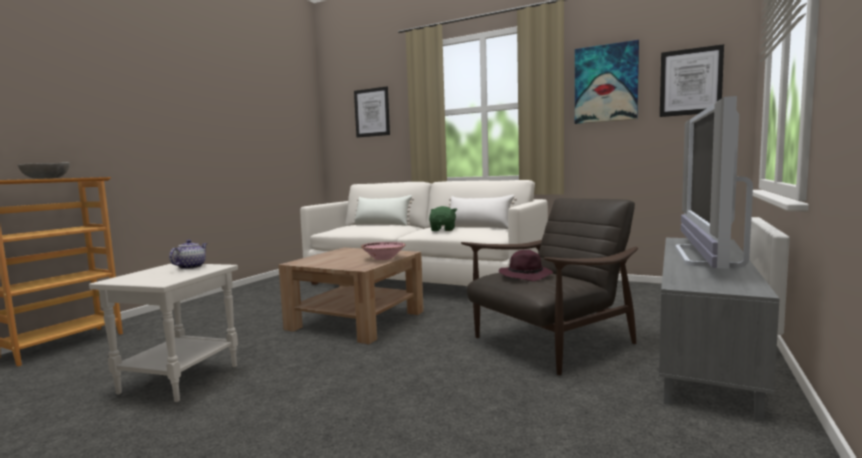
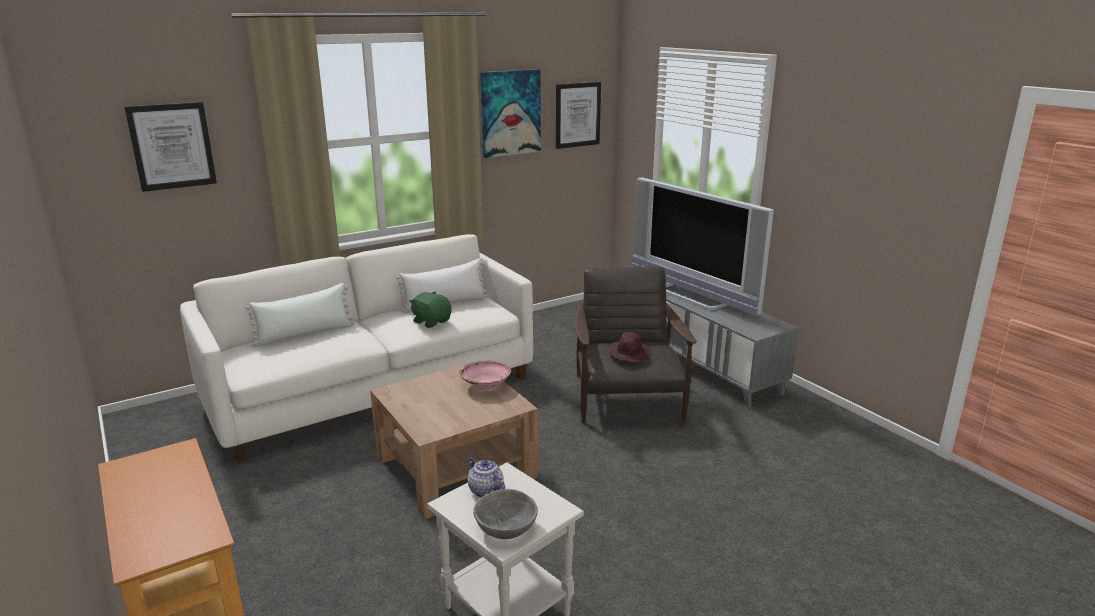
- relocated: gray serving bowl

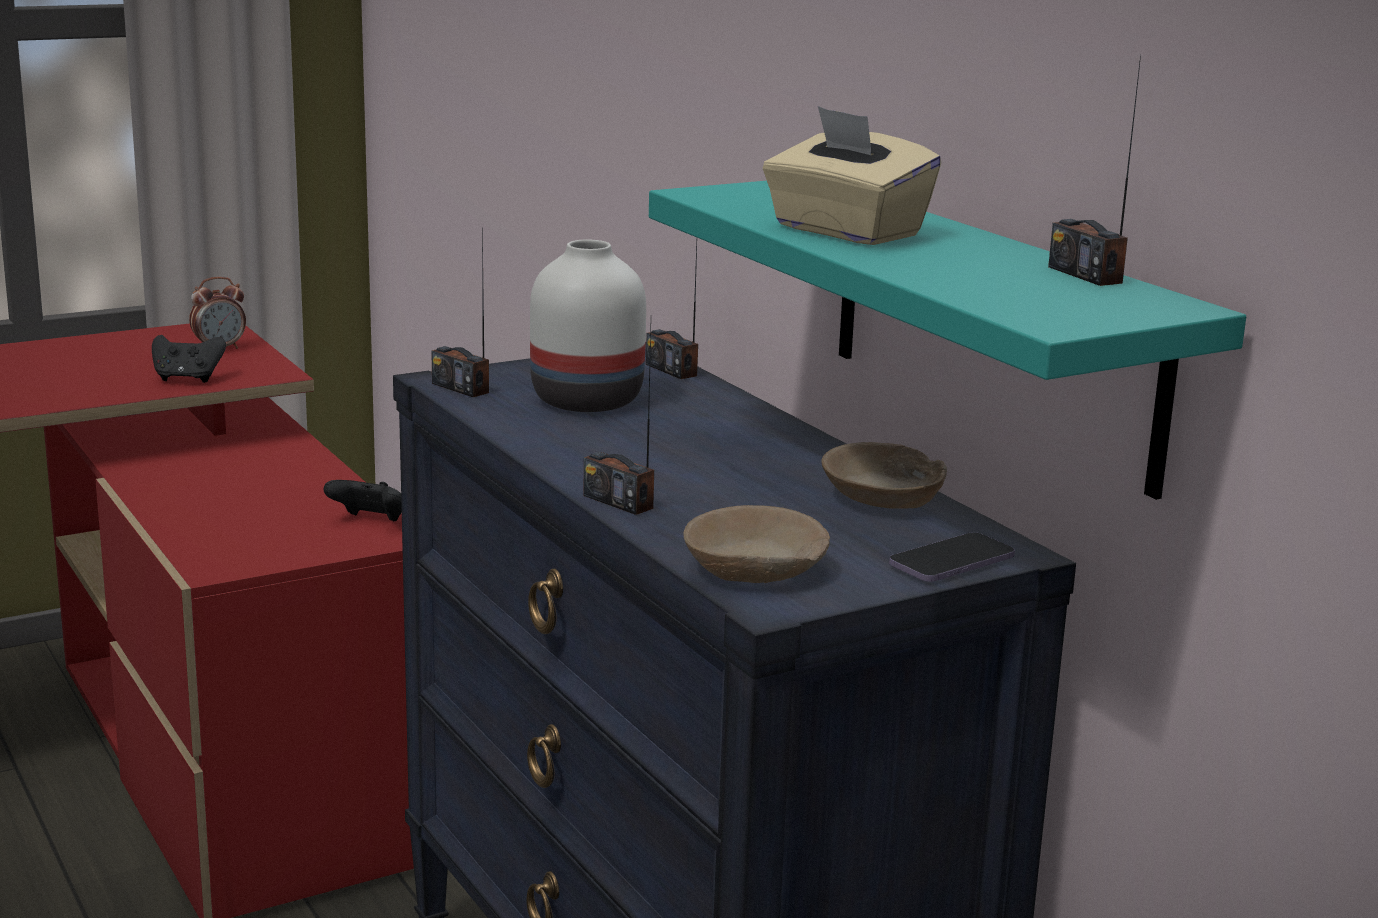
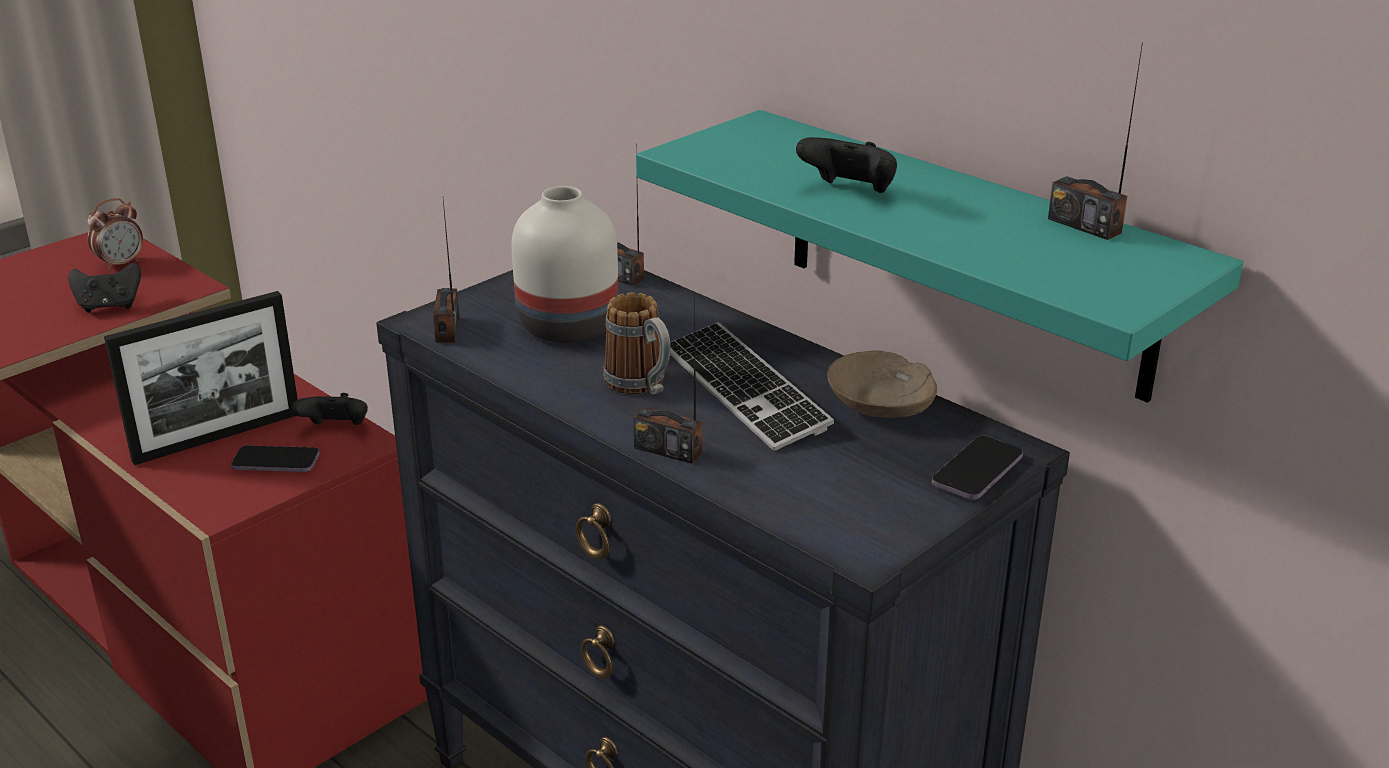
- appeared: picture frame
- appeared: handset (no. 1 from left)
- spun: radio set (no. 1 from left) 60 degrees clockwise
- appeared: mug
- appeared: keyboard
- exchanged: sand-coloured tissue holder to black-coloured joypad (no. 3 from left)
- missing: sand-coloured serving bowl (no. 1 from left)

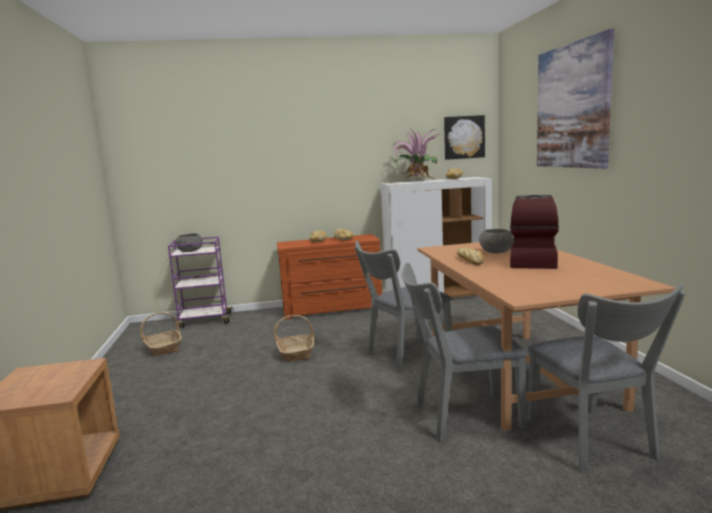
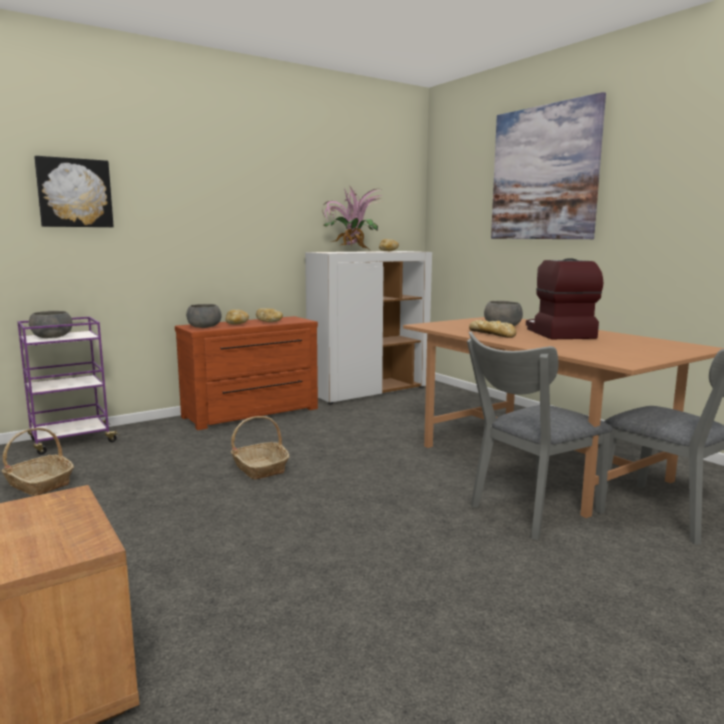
- relocated: wall art (no. 1 from left)
- appeared: gray serving bowl (no. 2 from left)
- missing: gray upright chair (no. 1 from left)

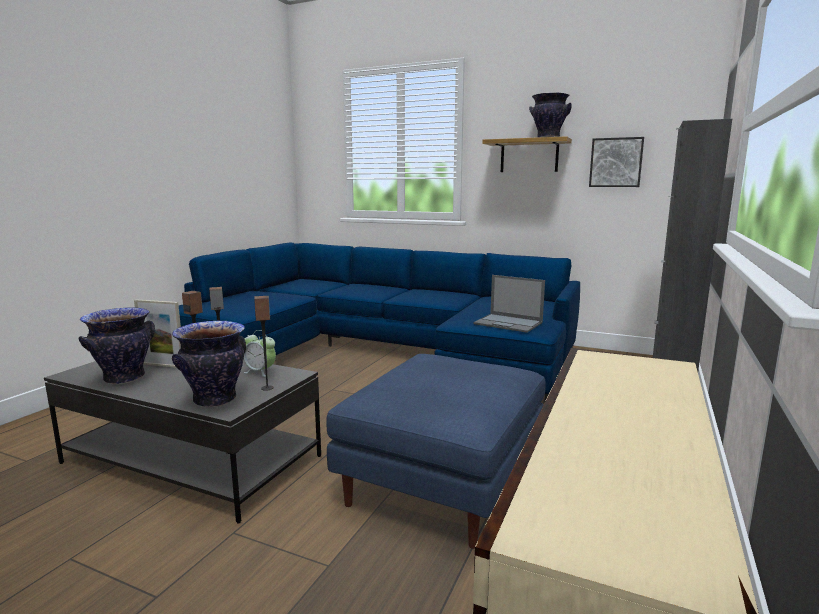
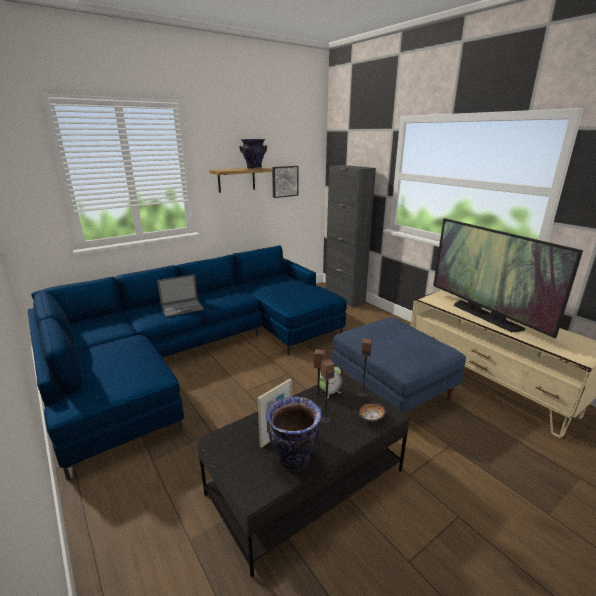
- relocated: laptop
- exchanged: flower vase (no. 2 from left) to serving bowl
- appeared: TV

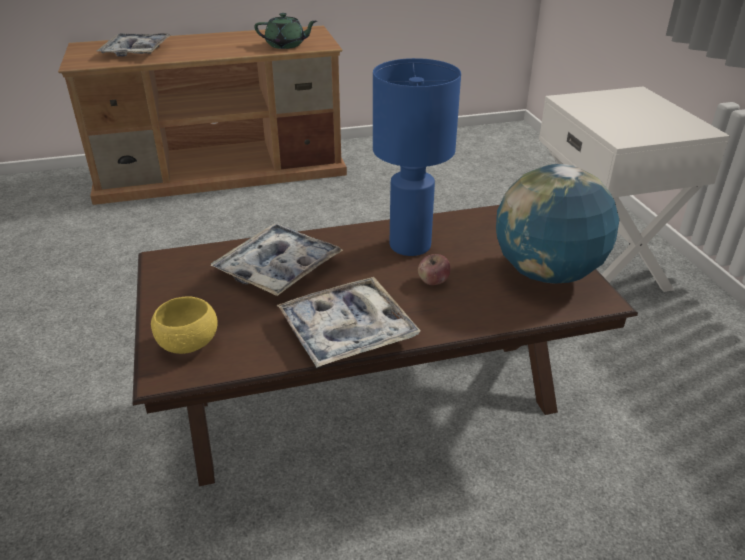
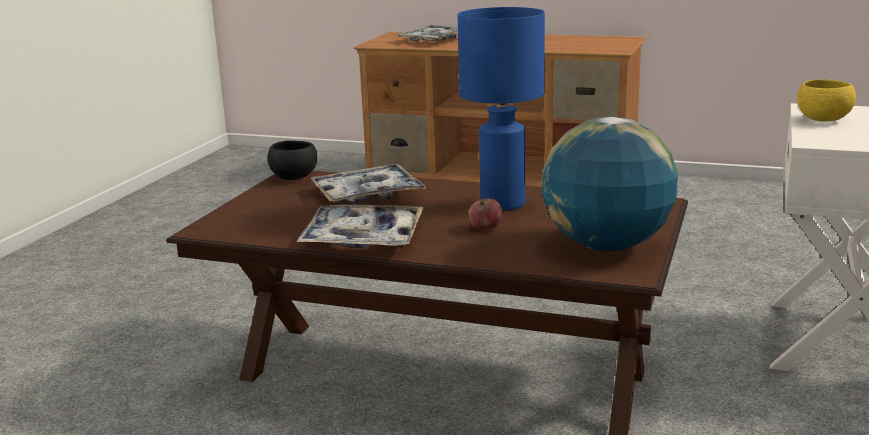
- appeared: black-coloured serving bowl
- relocated: yellowish serving bowl
- missing: greenish pot for tea

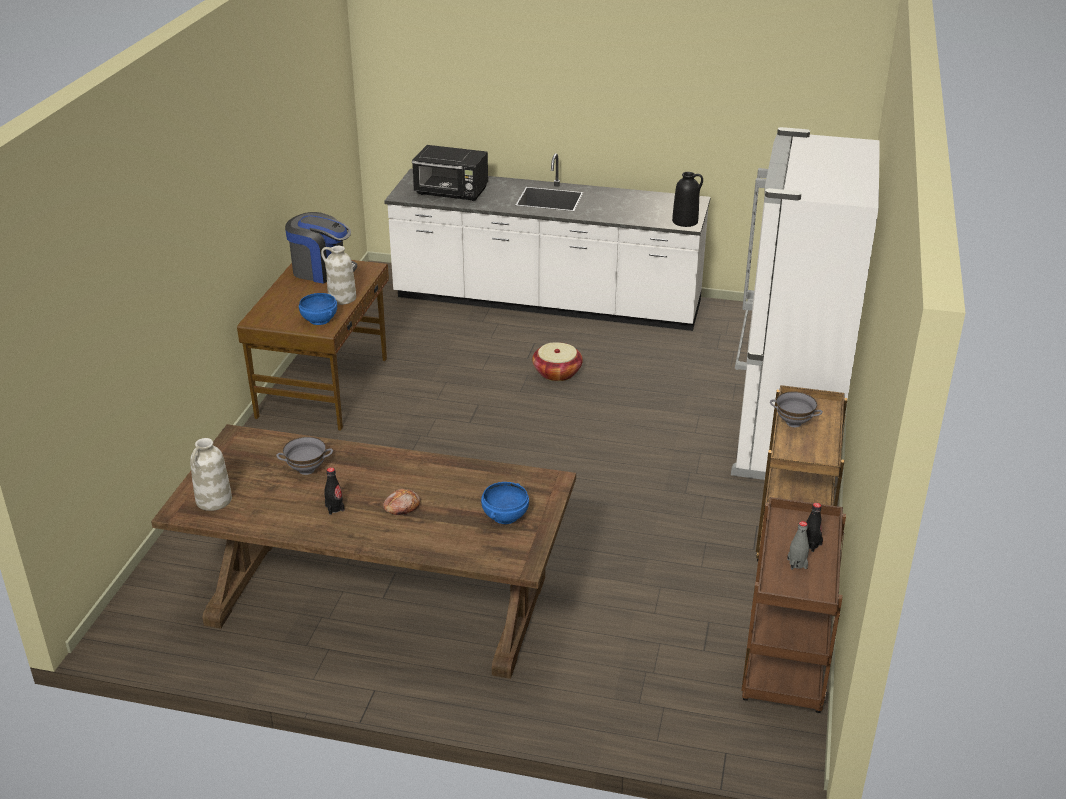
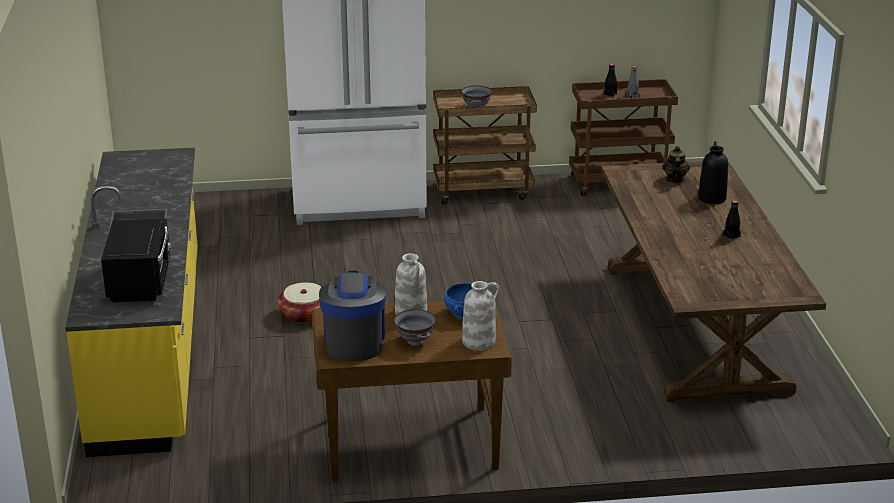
- colour: white counter to yellowish counter
- relocated: gray serving bowl (no. 1 from left)
- relocated: white flower vase (no. 1 from left in the first image) to white flower vase (no. 2 from left)
- exchanged: bluish serving bowl (no. 2 from left) to pot for tea
- relocated: black-coloured flower vase
- missing: bread

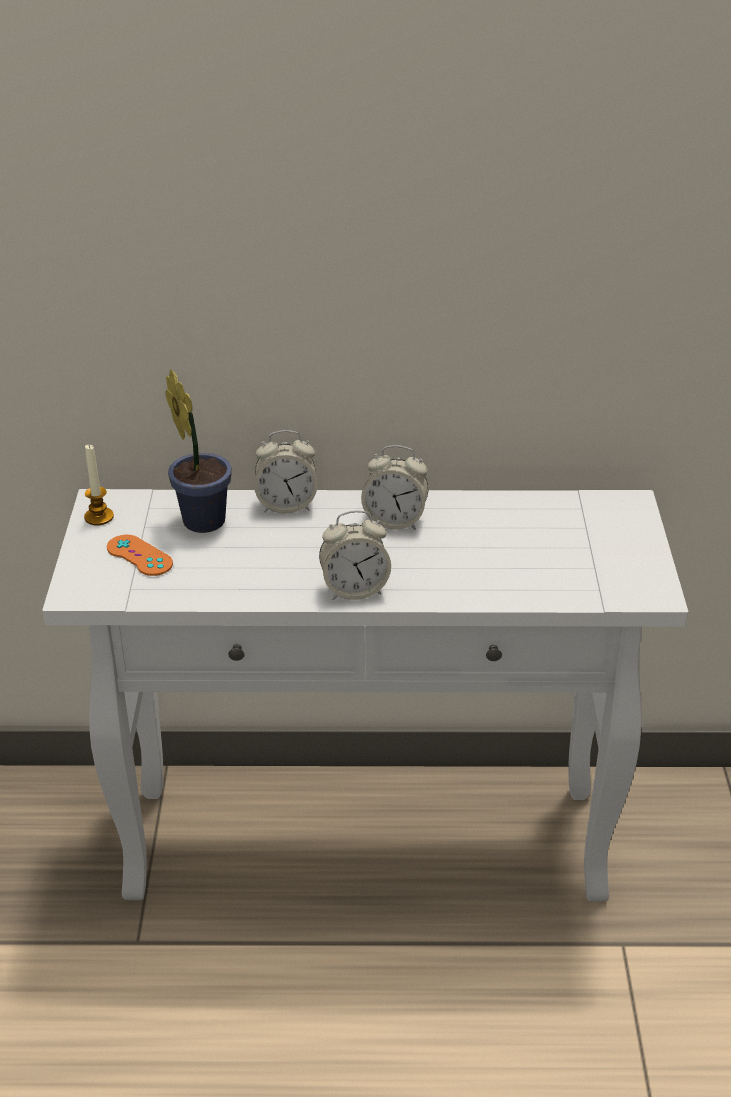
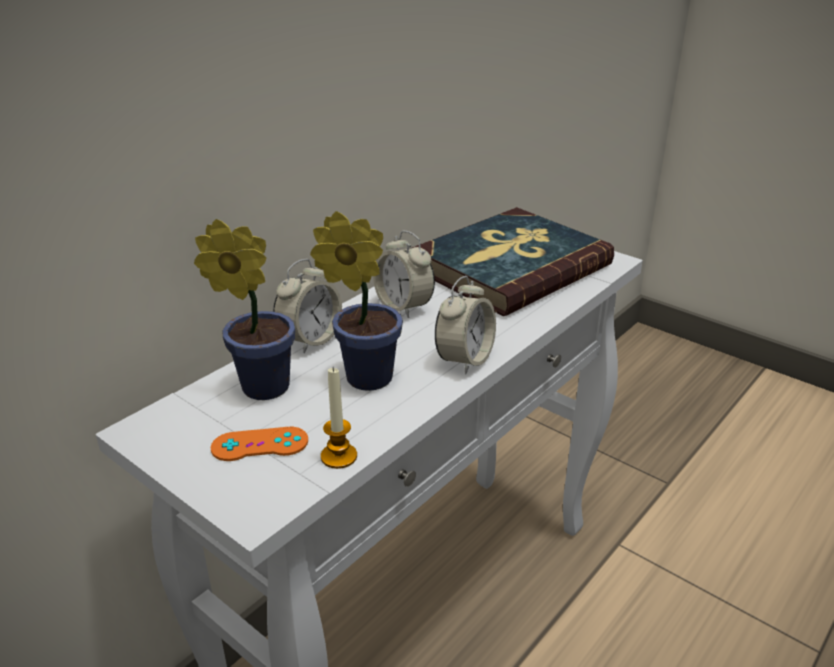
- appeared: plant in a pot (no. 2 from left)
- relocated: wax light
- spun: alarm clock (no. 3 from left in the first image) 90 degrees clockwise
- appeared: volume

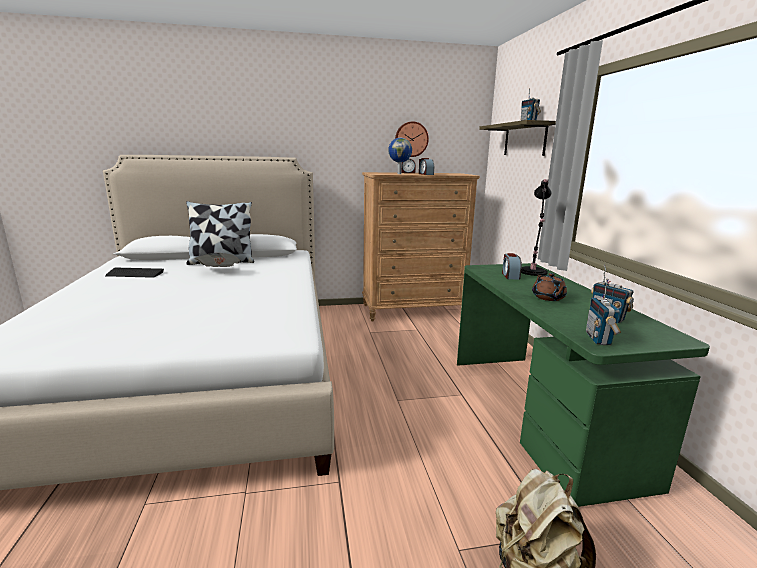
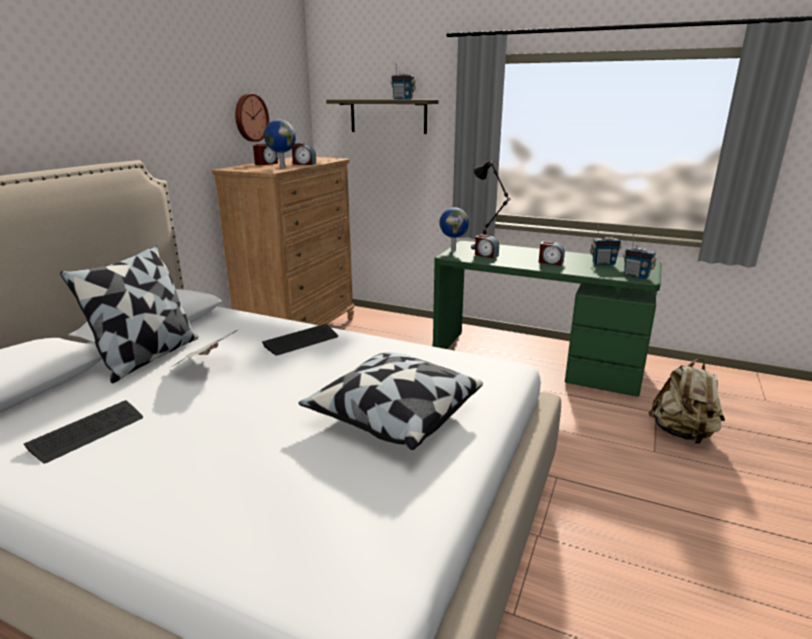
- appeared: keyboard (no. 2 from left)
- appeared: throw pillow (no. 2 from left)
- appeared: desk globe (no. 2 from left)
- exchanged: brownish pot for tea to alarm clock (no. 4 from left)

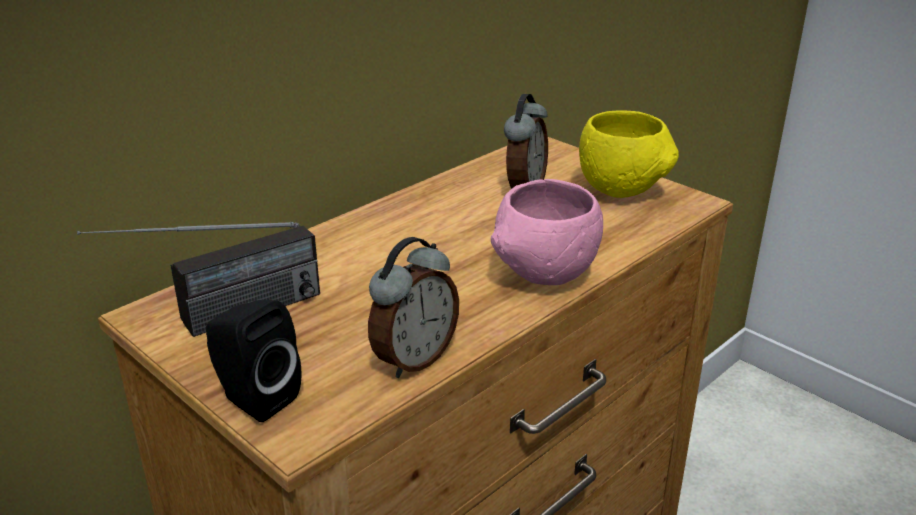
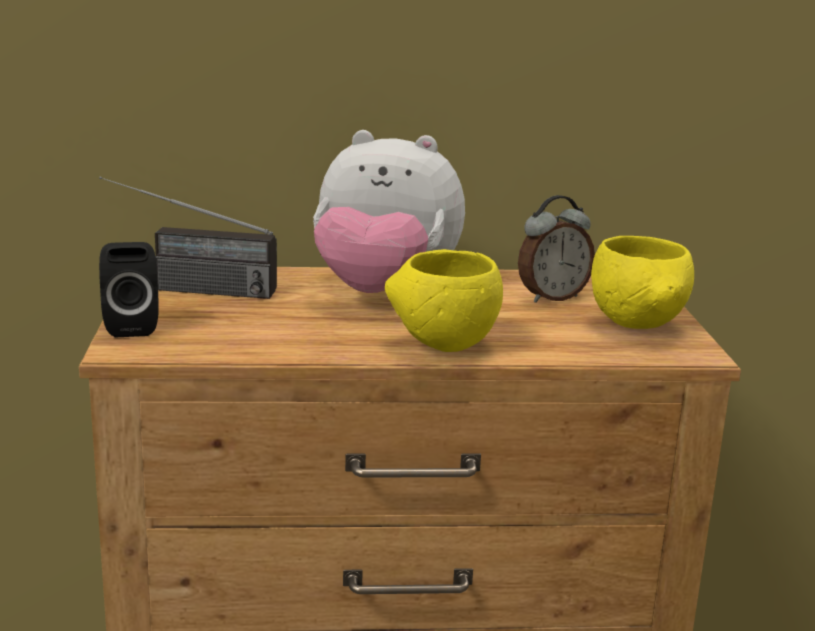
- appeared: soft toy
- colour: pink serving bowl to yellowish serving bowl (no. 1 from left)
- missing: alarm clock (no. 1 from left)

